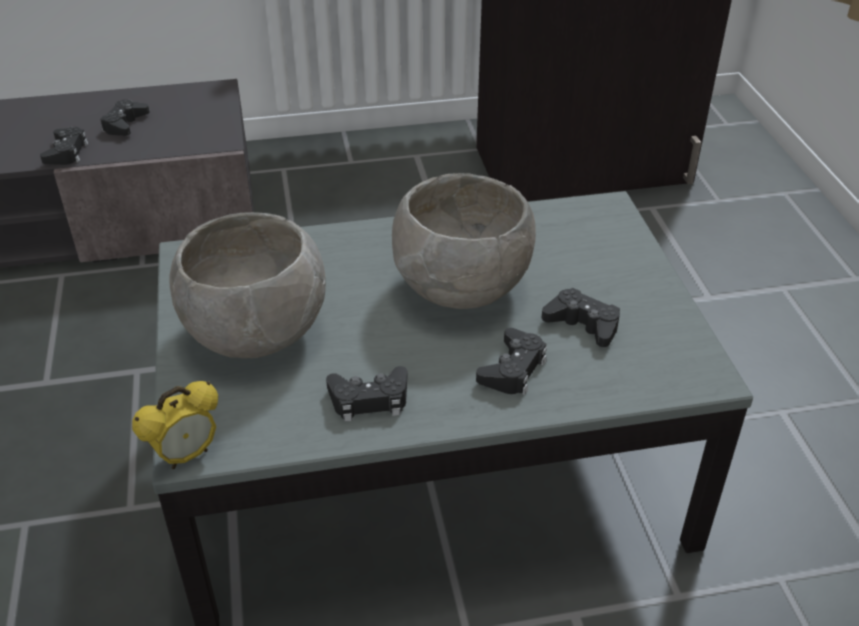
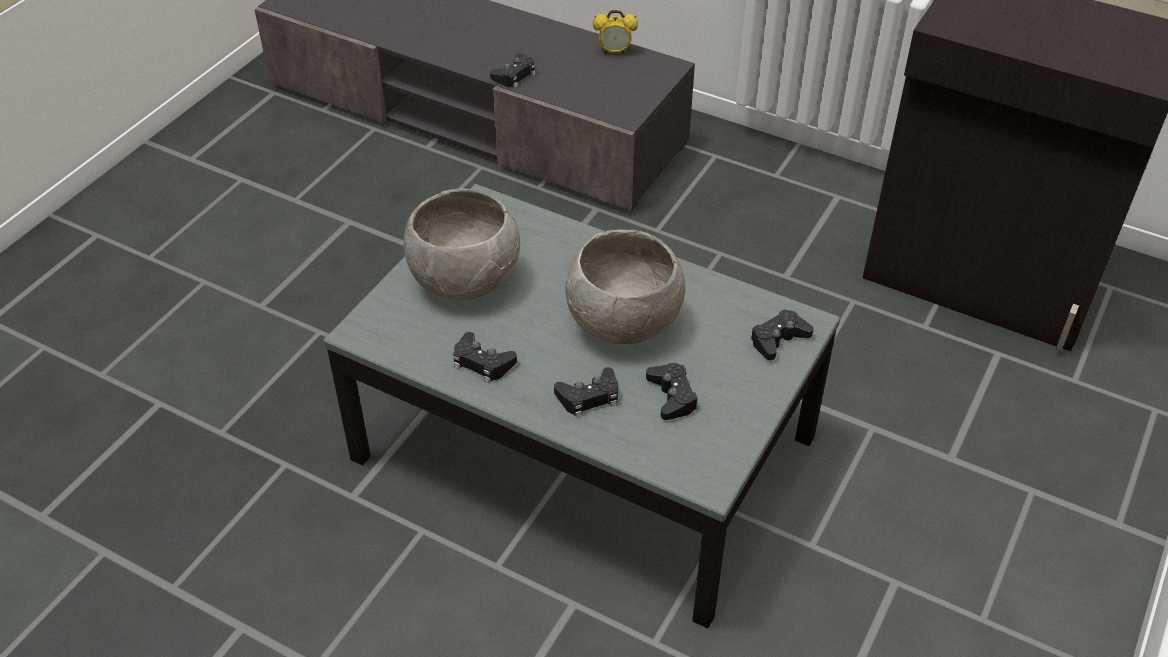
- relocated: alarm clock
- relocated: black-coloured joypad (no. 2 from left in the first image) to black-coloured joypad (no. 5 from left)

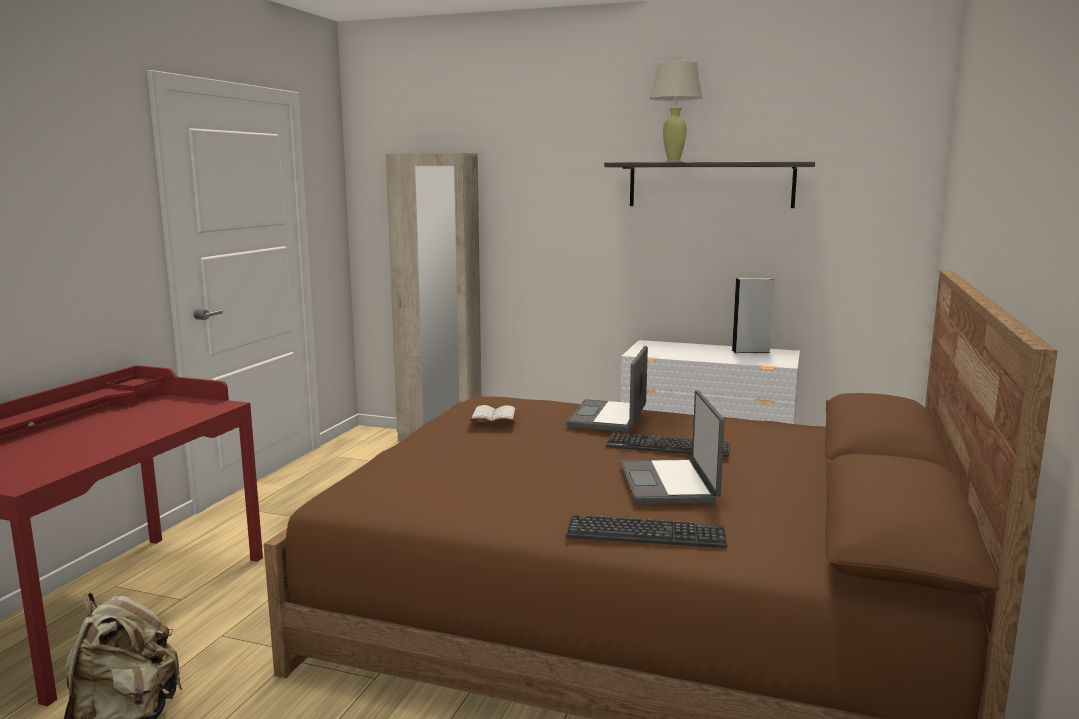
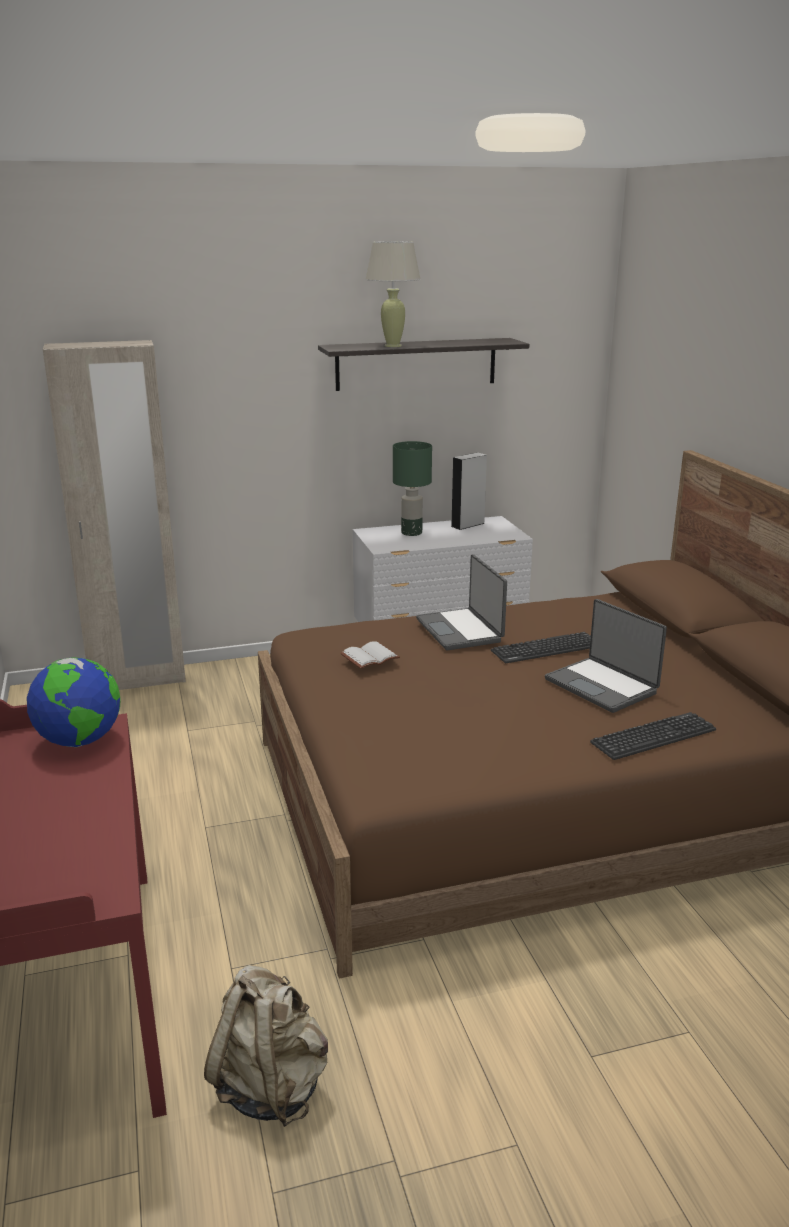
- appeared: desk globe
- appeared: greenish table lamp

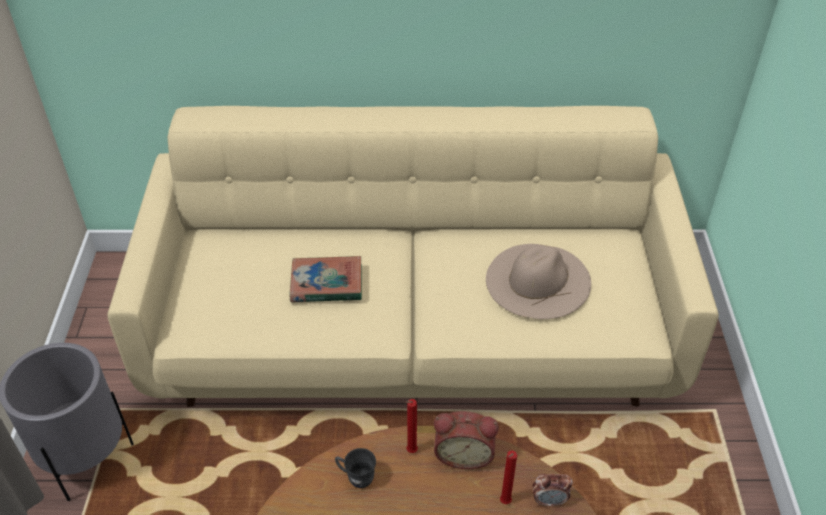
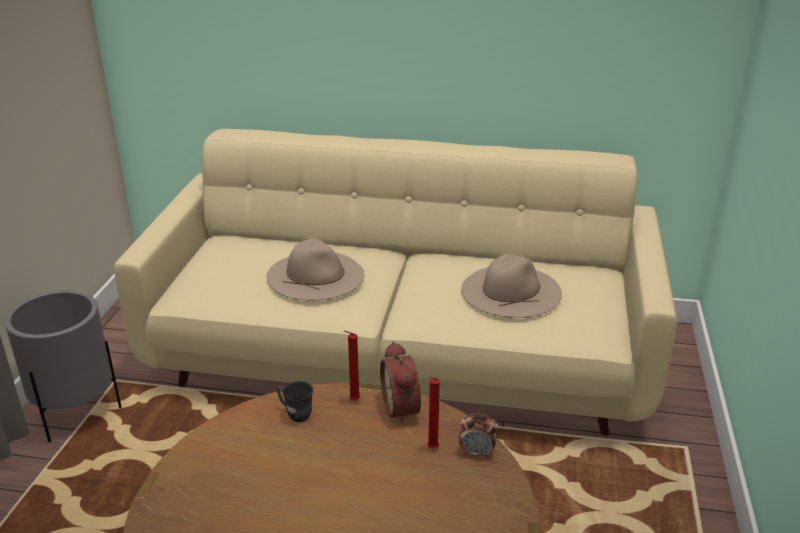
- exchanged: volume to sand-coloured clothing hat (no. 1 from left)
- spun: alarm clock (no. 1 from left) 60 degrees clockwise

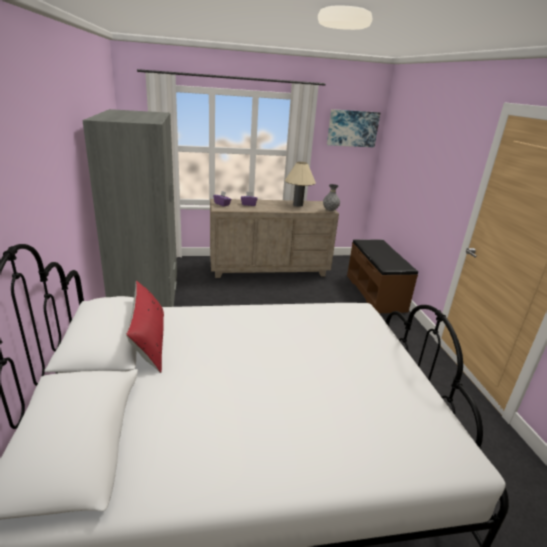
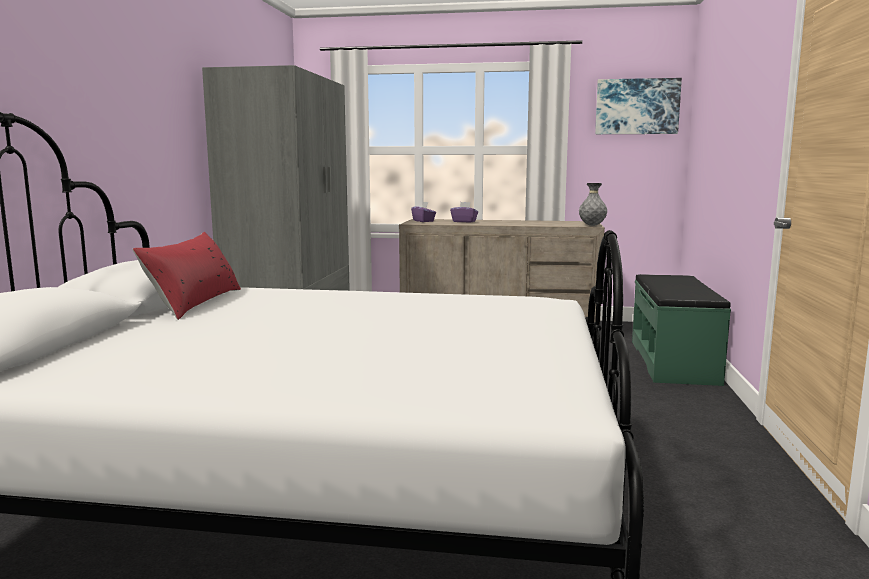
- colour: brownish indoor bench to greenish indoor bench
- missing: sand-coloured table lamp

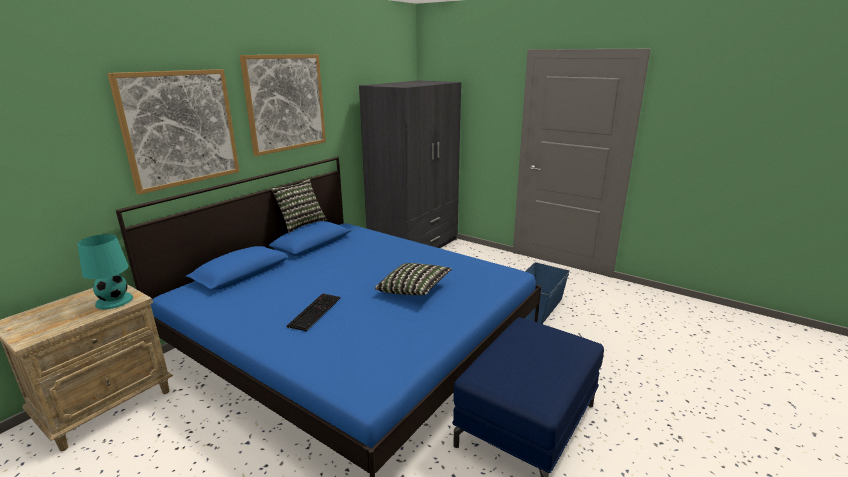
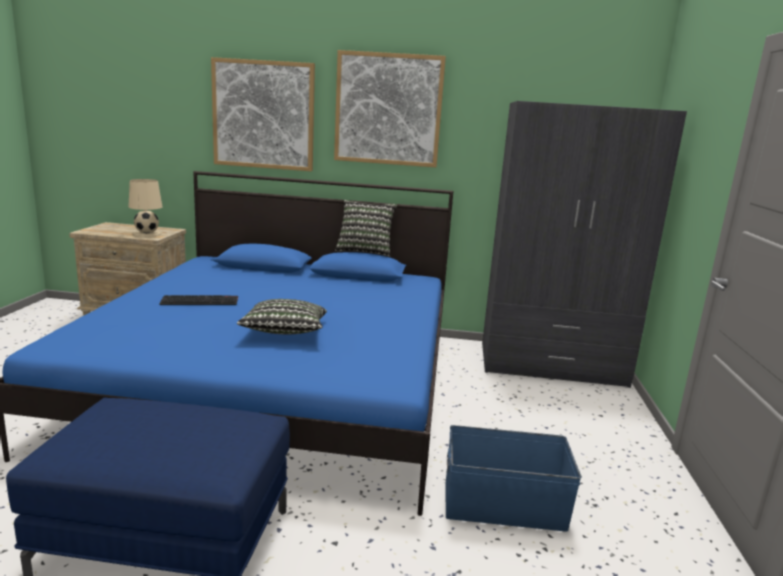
- colour: turquoise-coloured table lamp to sand-coloured table lamp

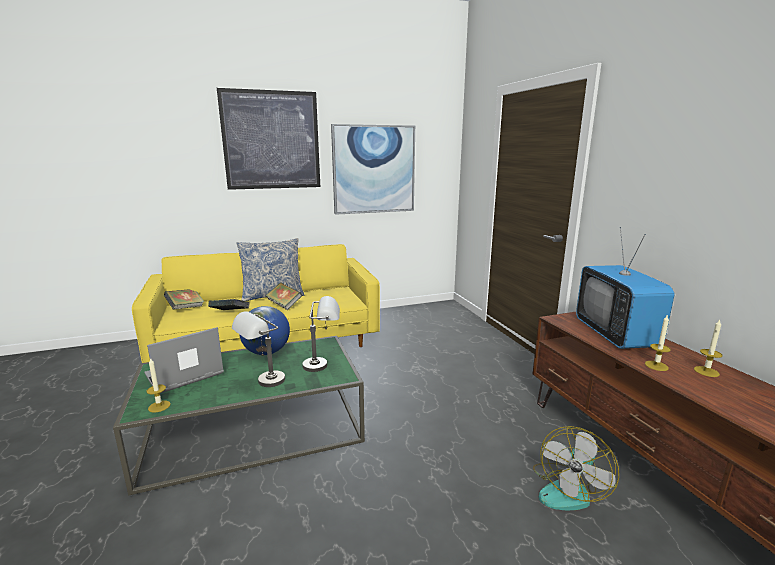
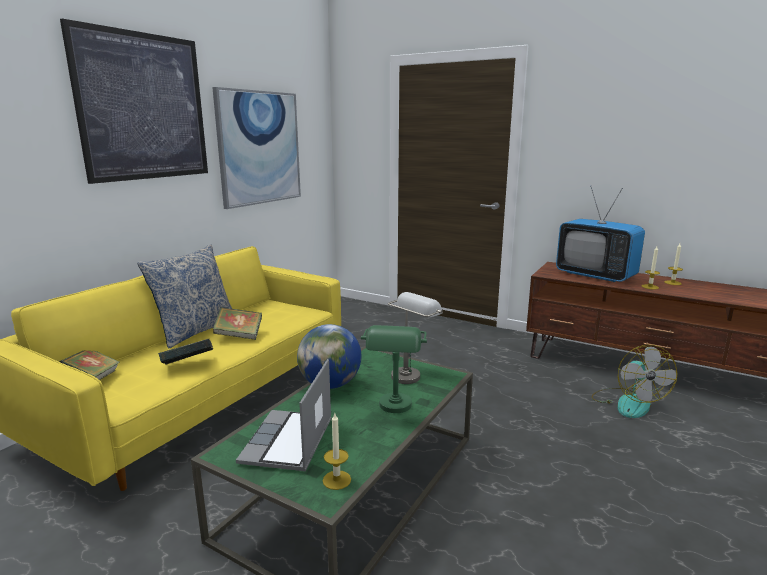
- colour: gray table lamp (no. 1 from left) to greenish table lamp

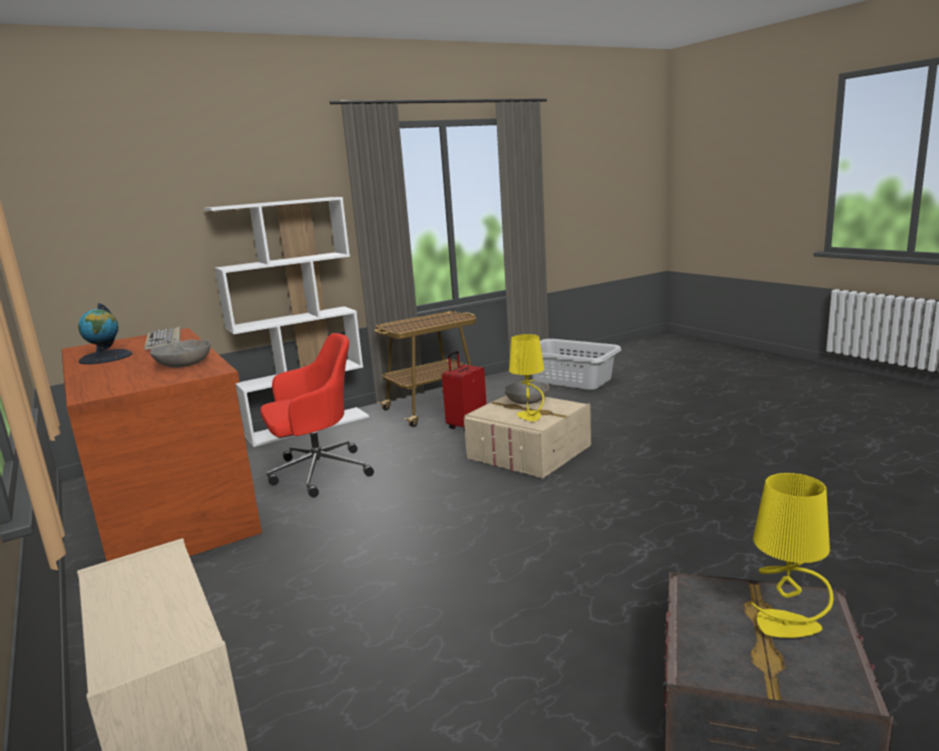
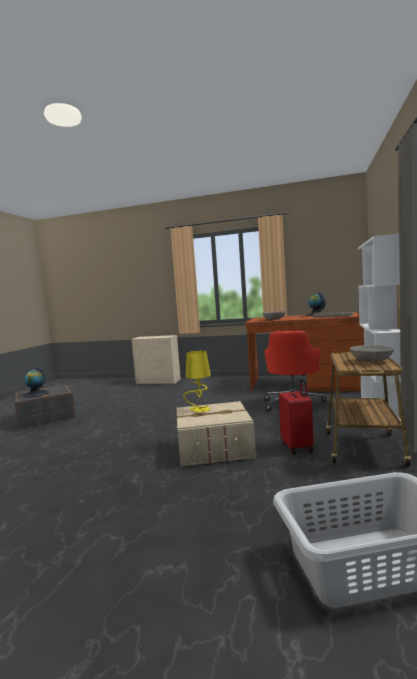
- exchanged: yellowish table lamp (no. 2 from left) to desk globe (no. 1 from left)
- relocated: gray serving bowl (no. 2 from left)

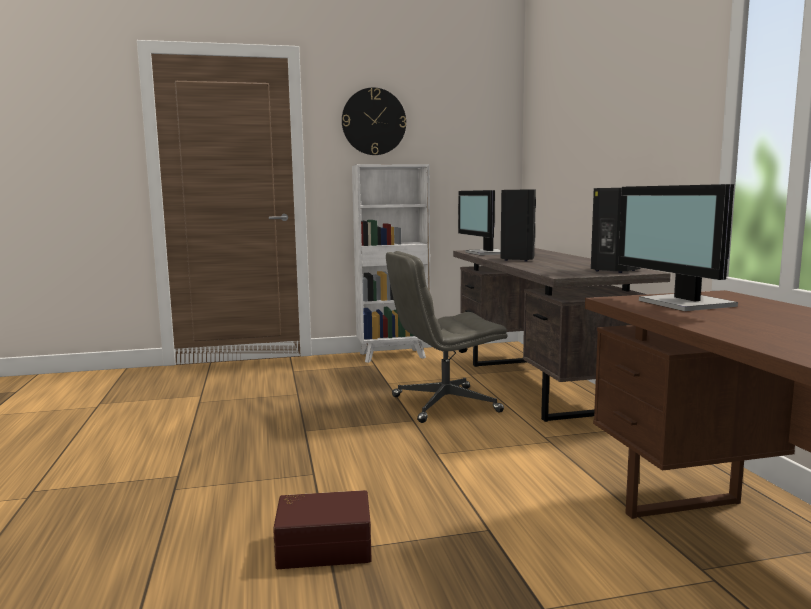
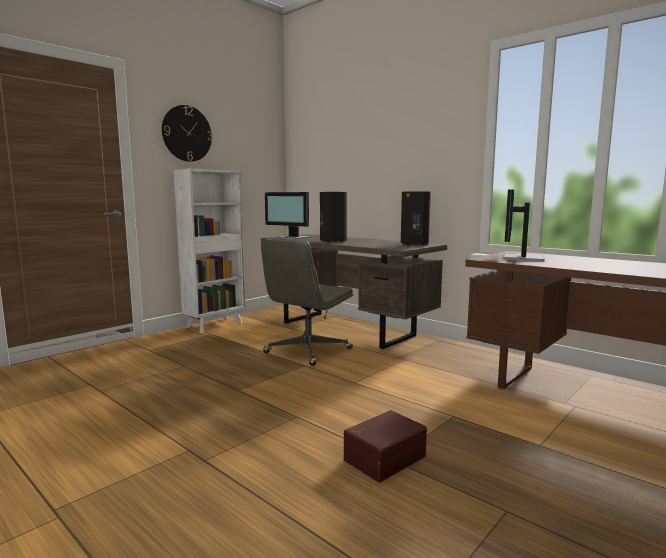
- spun: monitor (no. 2 from left) 75 degrees clockwise

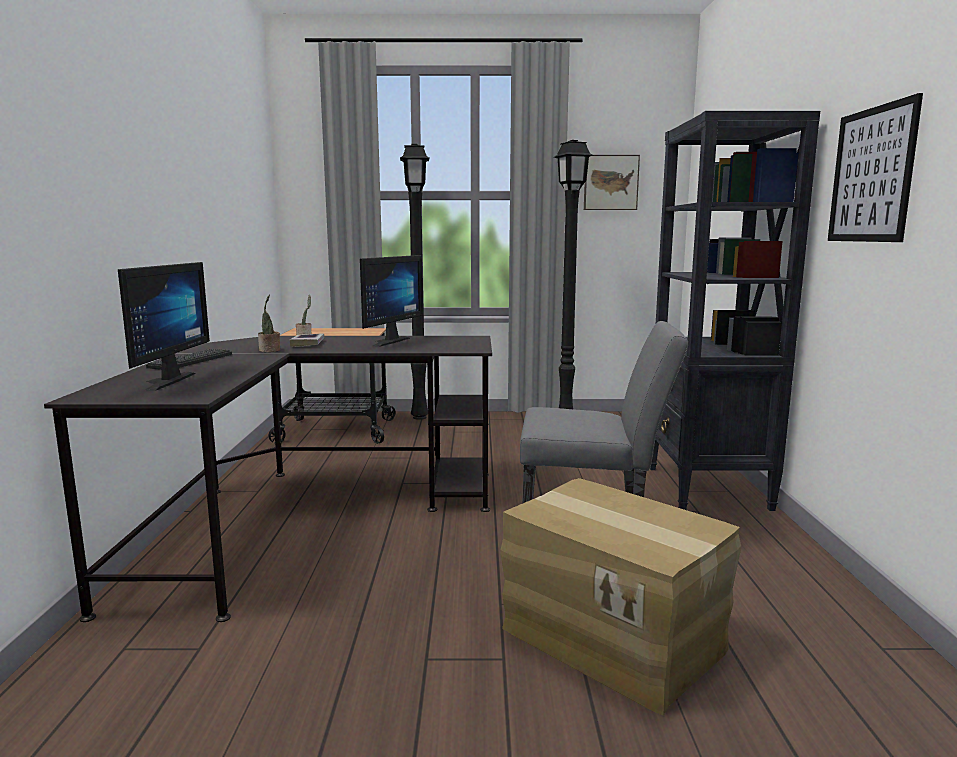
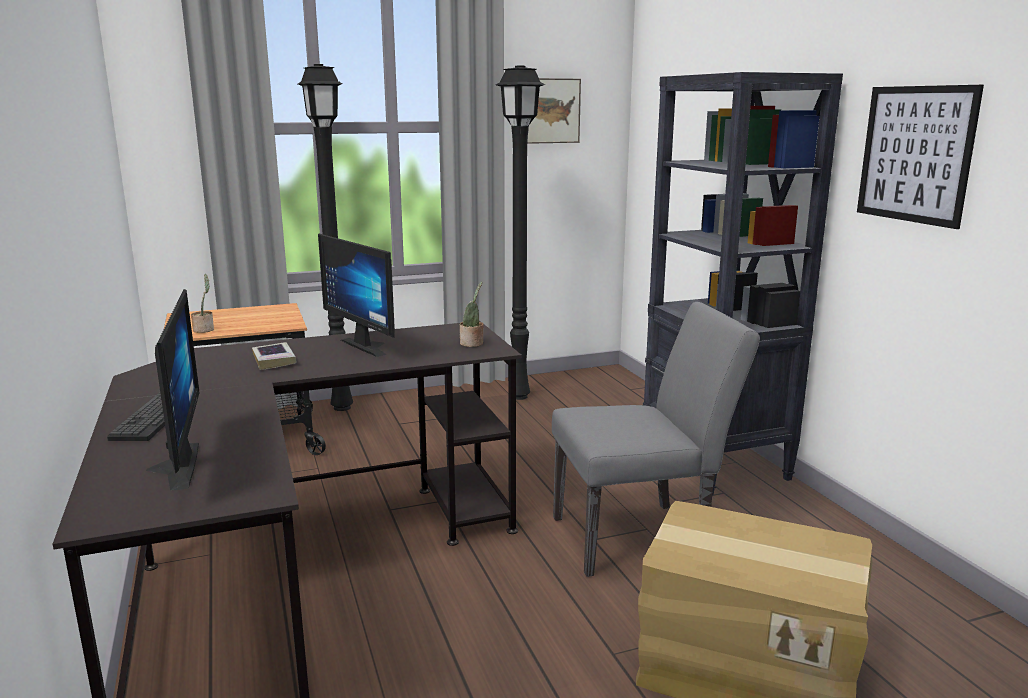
- spun: monitor (no. 2 from left) 135 degrees clockwise
- relocated: plant in a pot (no. 1 from left in the first image) to plant in a pot (no. 2 from left)

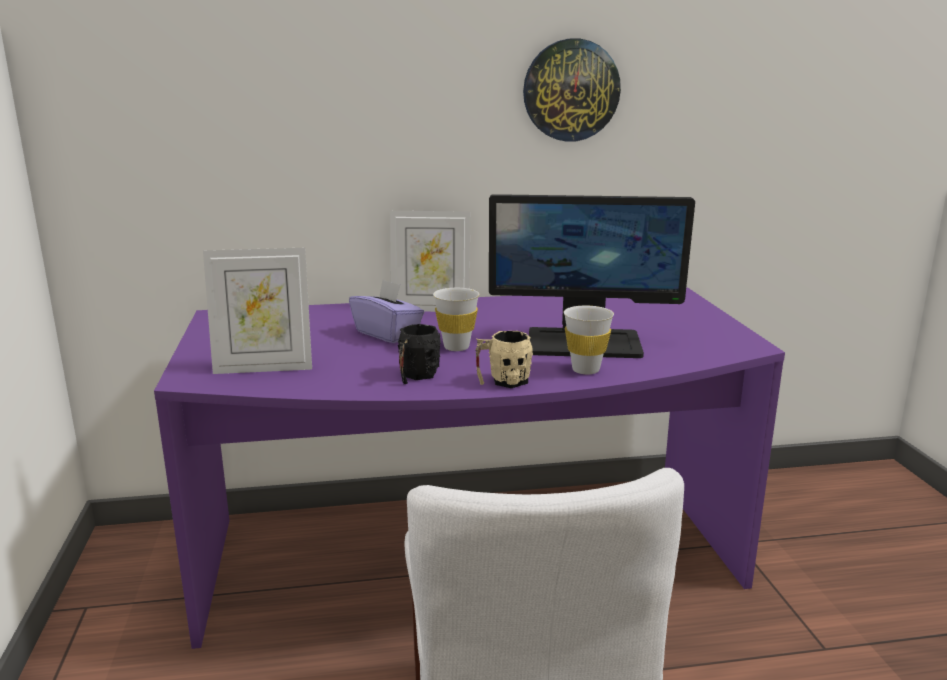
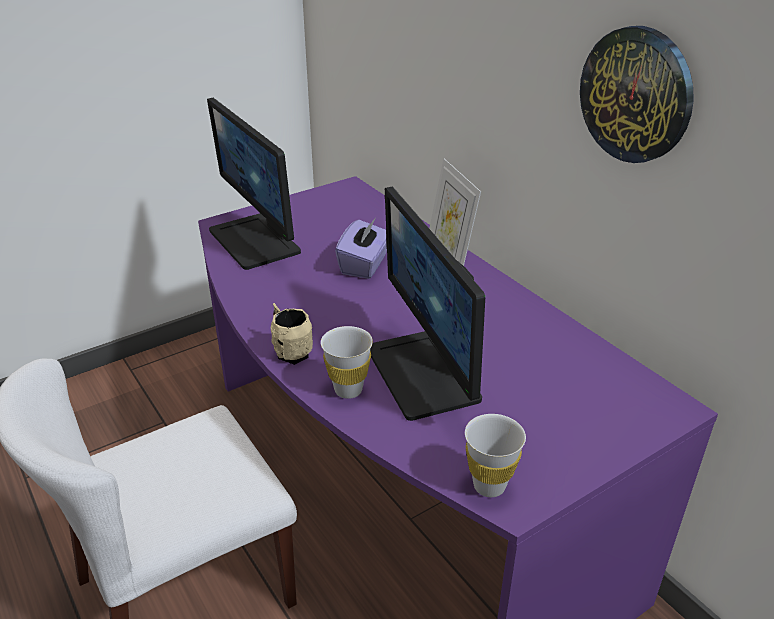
- exchanged: picture frame (no. 1 from left) to monitor (no. 1 from left)
- relocated: white small cup (no. 1 from left in the first image) to white small cup (no. 2 from left)
- missing: black-coloured mug

